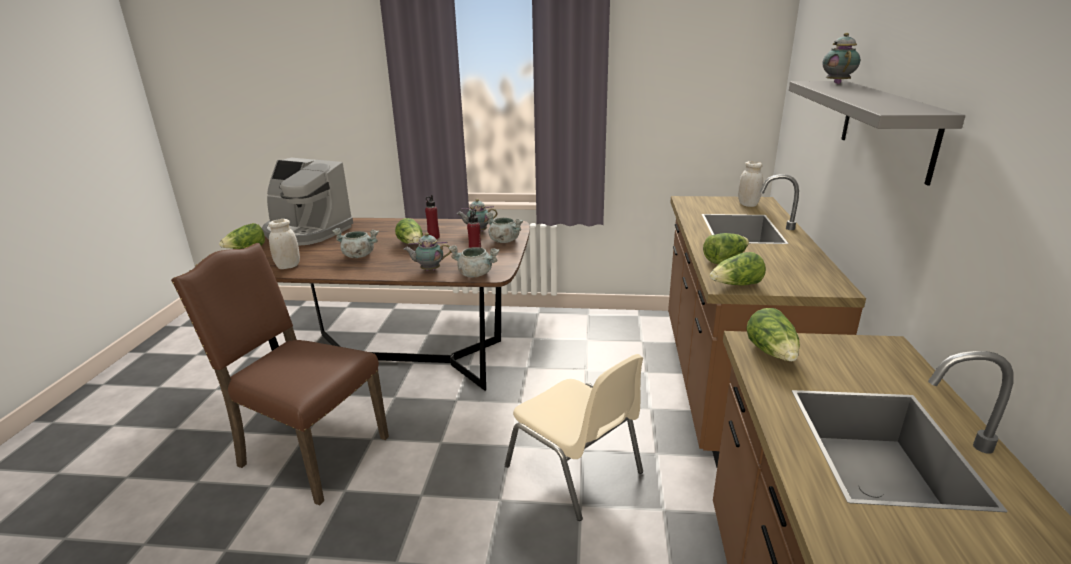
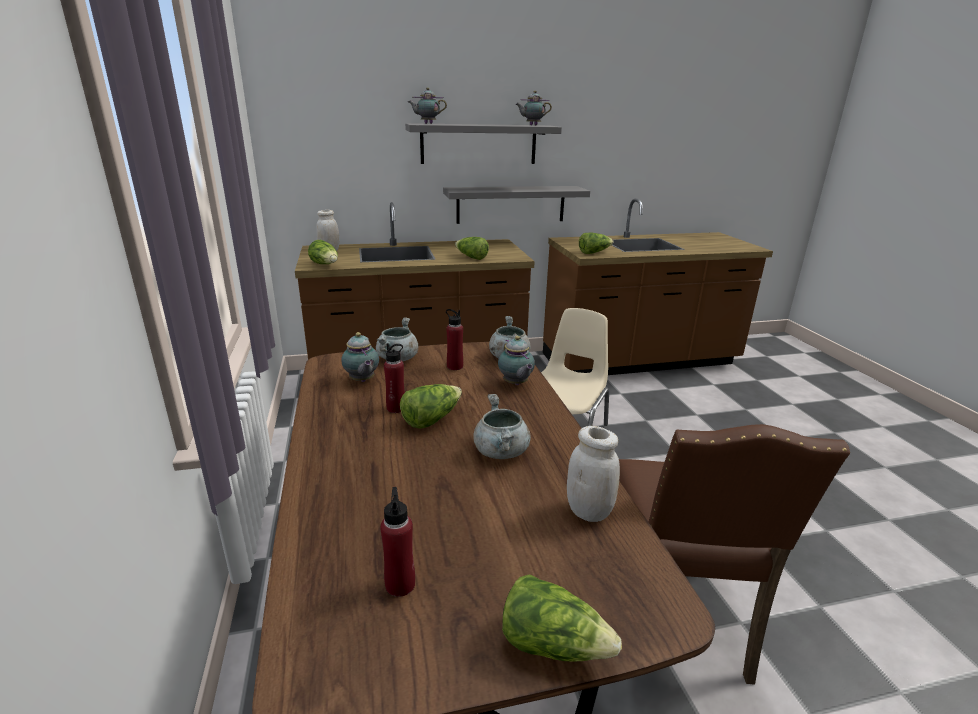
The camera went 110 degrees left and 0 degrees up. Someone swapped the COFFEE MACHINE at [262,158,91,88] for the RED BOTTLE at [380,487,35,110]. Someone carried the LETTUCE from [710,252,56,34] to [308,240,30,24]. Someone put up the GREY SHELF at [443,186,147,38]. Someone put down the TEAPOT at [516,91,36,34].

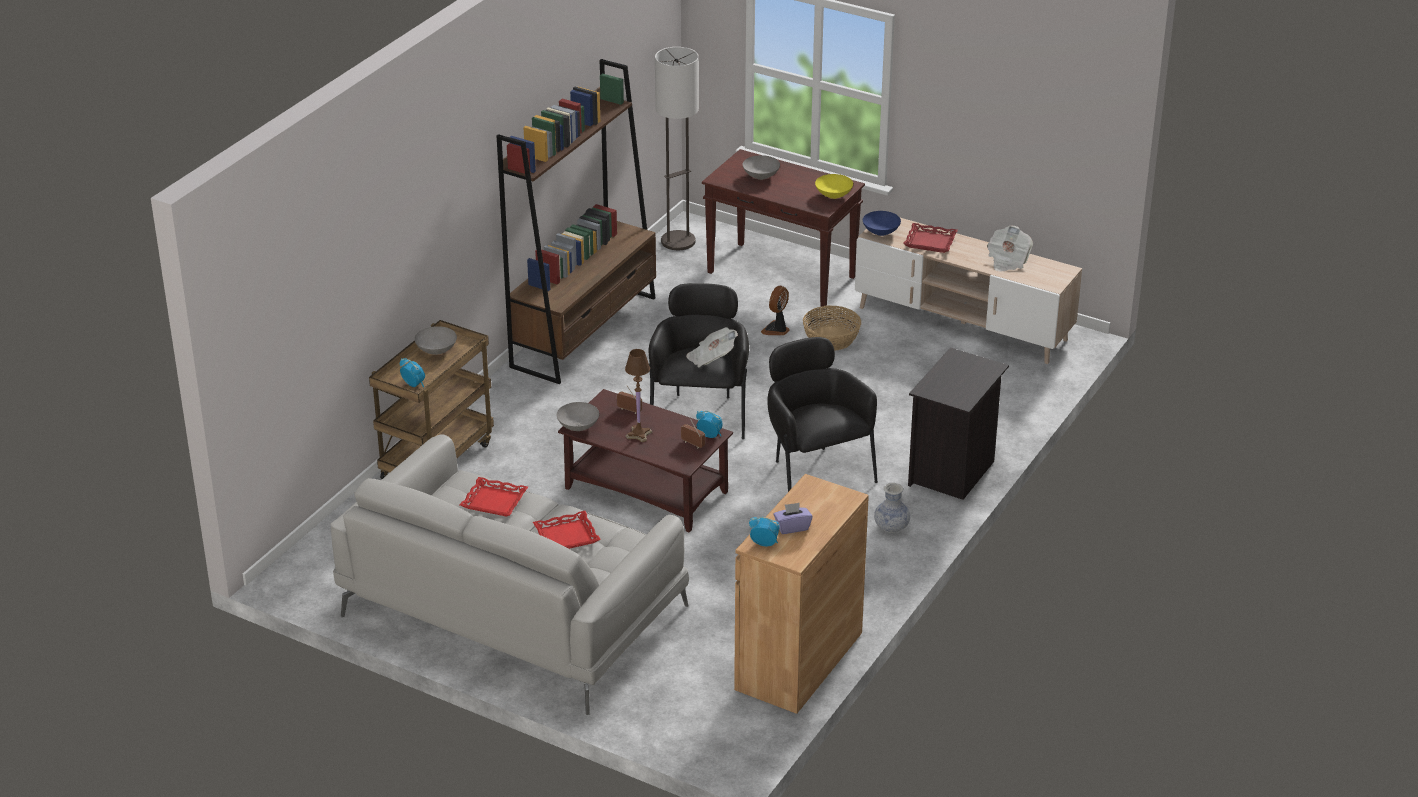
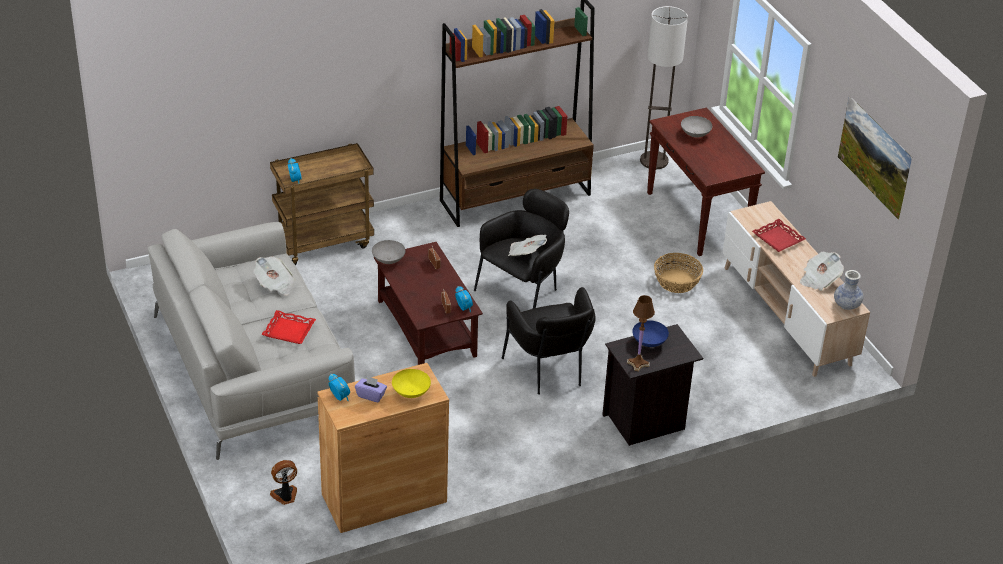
The camera went 35 degrees right and 5 degrees up. Someone took away the GREY BOWL at [415,326,42,29]. Someone swapped the RED TRAY at [460,477,68,40] for the NEWSPAPER at [253,257,43,39]. Someone carried the BROWN TABLE LAMP from [625,349,27,93] to [627,295,28,76]. Someone carried the FAN from [761,286,29,49] to [270,460,27,45]. Someone rotated the BLACK ARMCHAIR at [767,337,111,155] by 150 degrees clockwise. Someone carried the YELLOW BOWL from [815,174,38,25] to [392,369,39,29]. Someone carried the BLUE BOWL from [863,211,38,25] to [632,320,37,27]. Someone carried the VASE from [874,483,36,50] to [834,270,29,40]. Someone put up the PICTURE at [838,96,74,124].

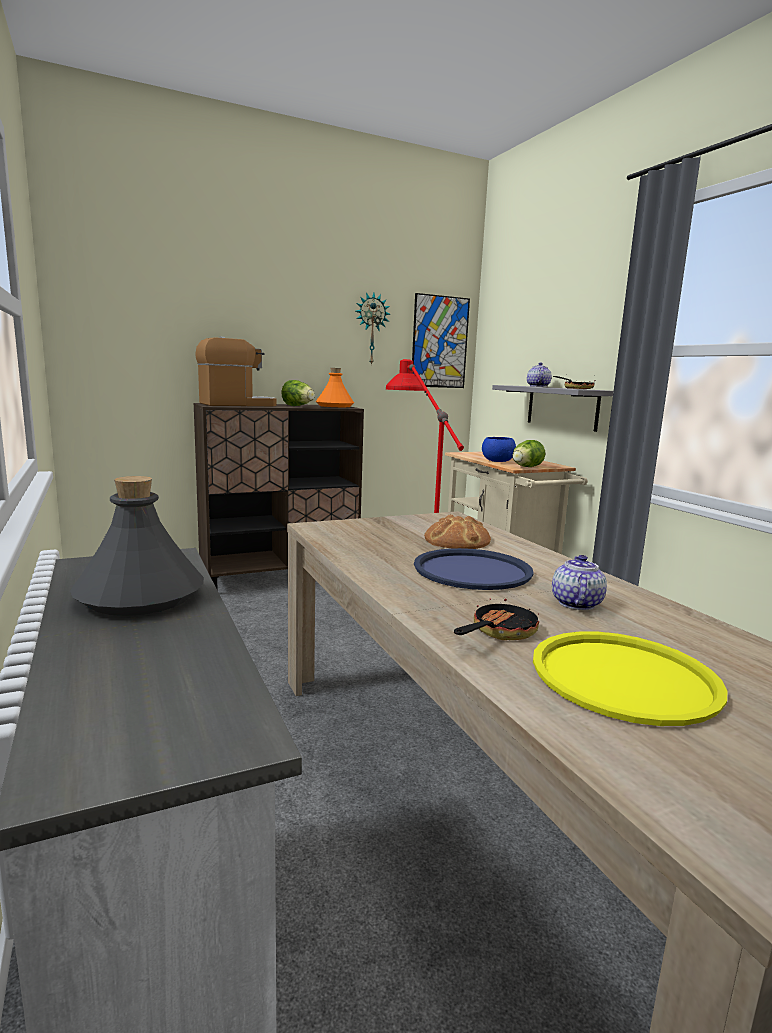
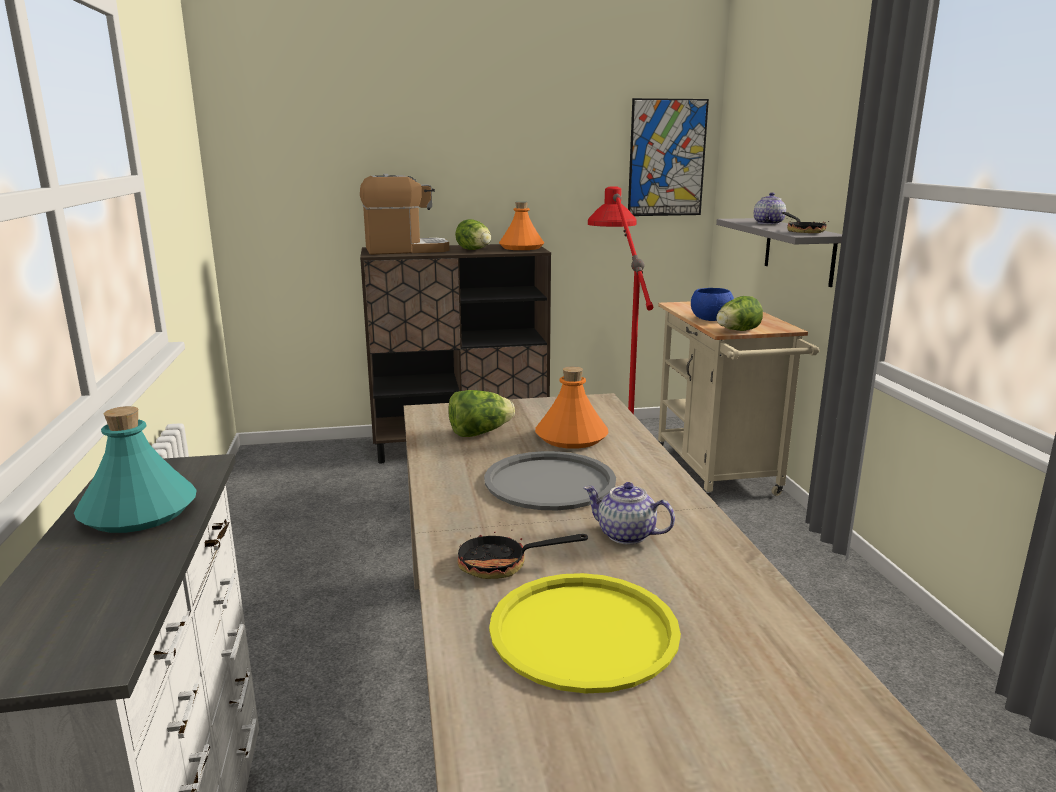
The camera went 15 degrees right and 5 degrees up. Someone repainted the GREY BOTTLE at [70,476,134,140], which became the TURQUOISE BOTTLE at [74,406,123,127]. Someone took away the WALL CLOCK at [356,292,34,73]. Someone repainted the BLUE TRAY at [414,548,120,42], which became the GREY TRAY at [484,451,132,59]. Someone swapped the BREAD at [424,514,67,35] for the ORANGE BOTTLE at [535,366,74,83]. Someone rotated the FRYING PAN at [454,599,85,41] by 150 degrees counterclockwise. Someone rotated the TEAPOT at [552,555,55,55] by 90 degrees counterclockwise. Someone put down the LETTUCE at [448,390,67,47].

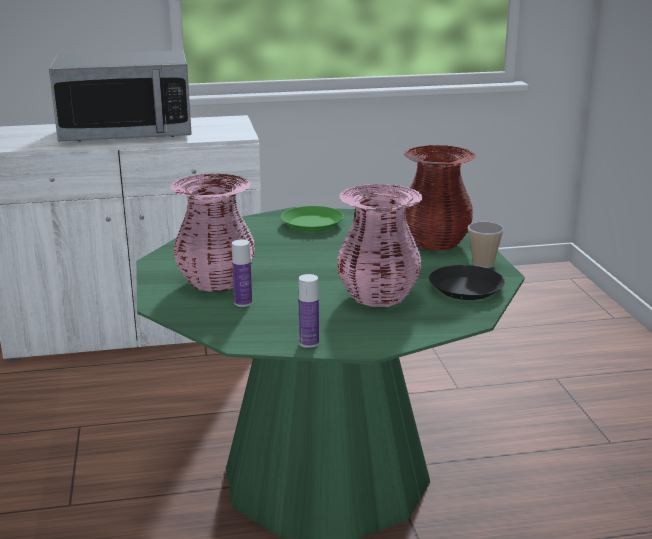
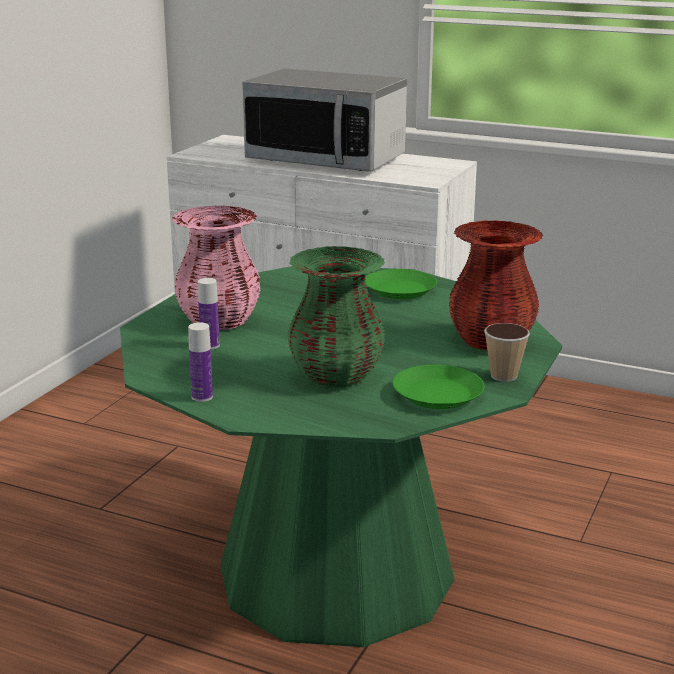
The camera went 35 degrees right and 0 degrees up. Someone repainted the PINK VASE at [337,184,86,123], which became the GREEN VASE at [288,246,97,141]. Someone repainted the BLACK PLATE at [429,265,76,35], which became the GREEN PLATE at [393,365,92,44].

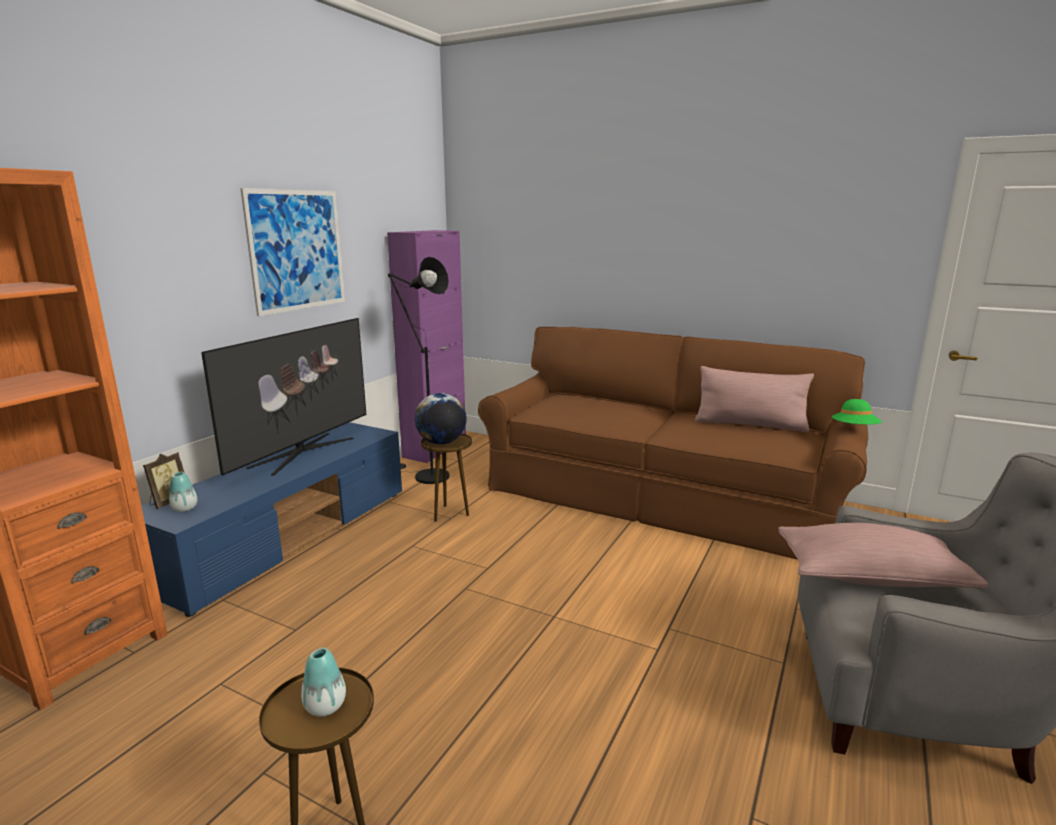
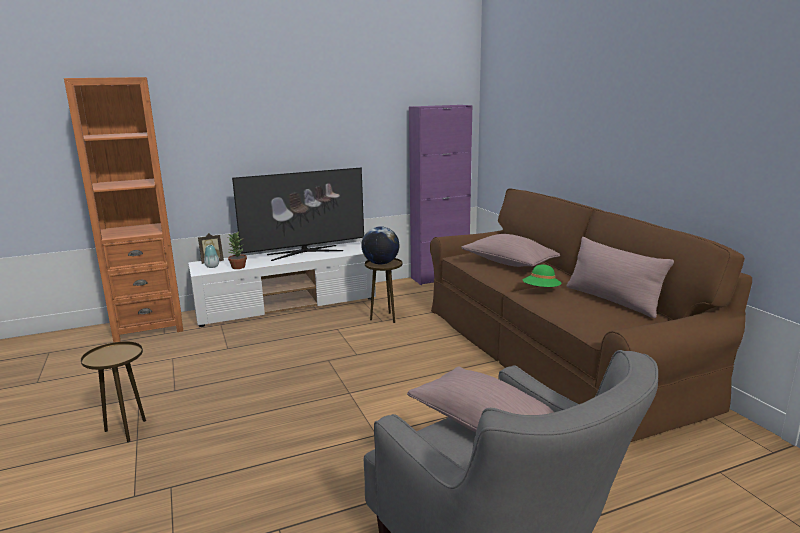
The camera went 40 degrees right and 0 degrees up. Someone repainted the BLUE TV STAND at [141,422,261,195], which became the WHITE TV STAND at [188,242,188,85]. Someone took away the PICTURE at [240,188,105,128]. Someone took away the VASE at [301,647,45,70]. Someone took away the BLACK FLOOR LAMP at [388,257,62,227]. Someone carried the GREEN HAT from [832,399,50,25] to [523,265,39,22]. Someone put down the POTTED PLANT at [227,232,20,37]. Someone put down the PINK PILLOW at [461,234,99,33].

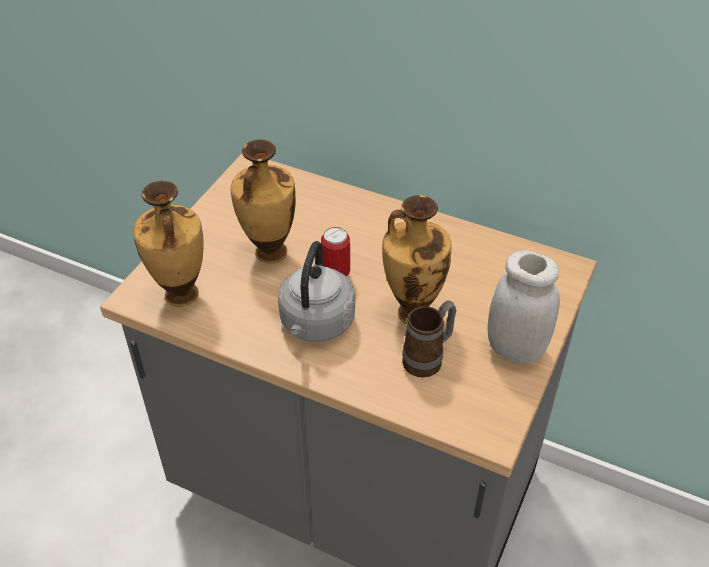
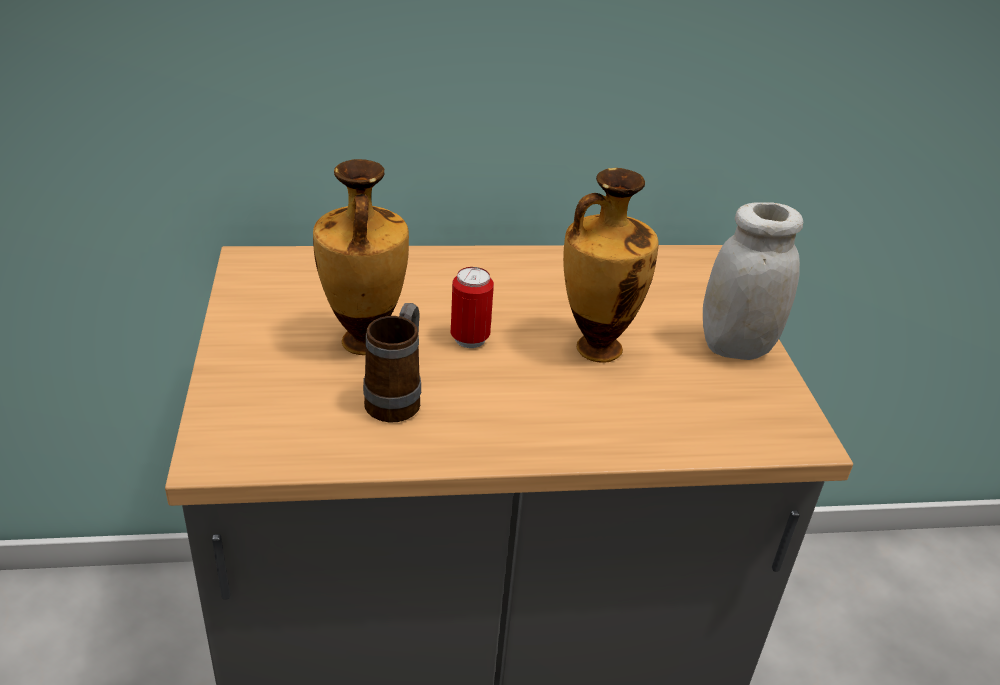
The camera went 35 degrees left and 10 degrees down. Someone took away the VASE at [133,181,71,125]. Someone took away the GREY KETTLE at [278,241,77,101]. Someone carried the MUG from [402,301,54,76] to [363,303,58,120].

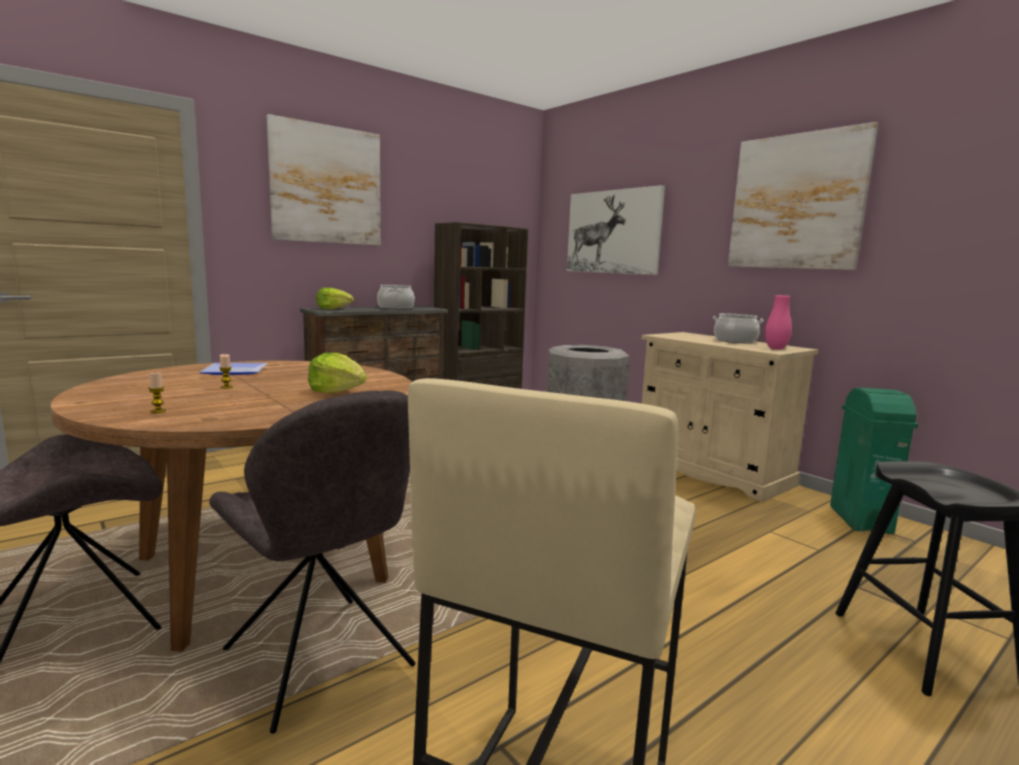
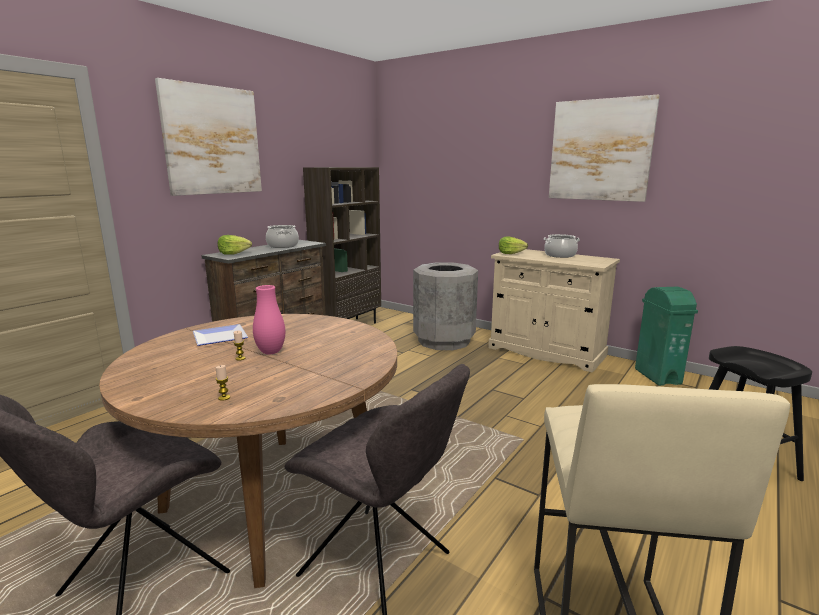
The camera went 15 degrees left and 5 degrees up. Someone carried the LETTUCE from [308,353,59,41] to [499,237,29,17]. Someone took away the PICTURE at [567,185,98,90]. Someone carried the PINK VASE from [765,295,27,54] to [253,285,32,70].

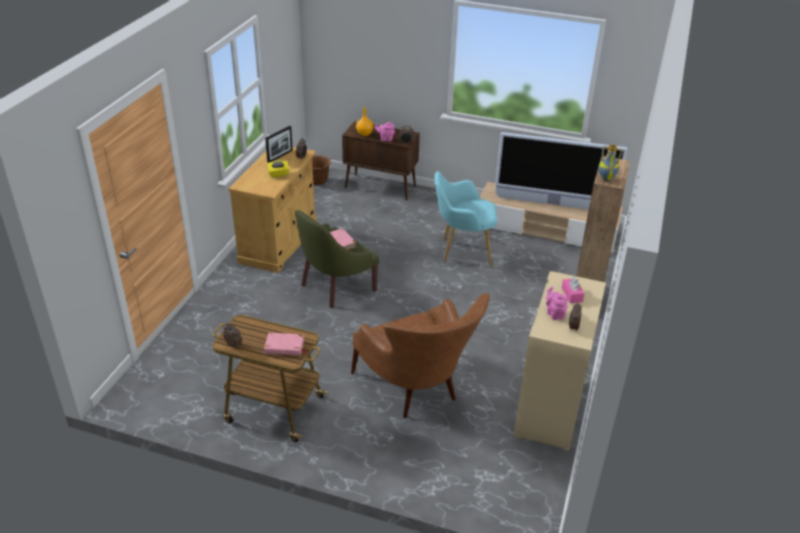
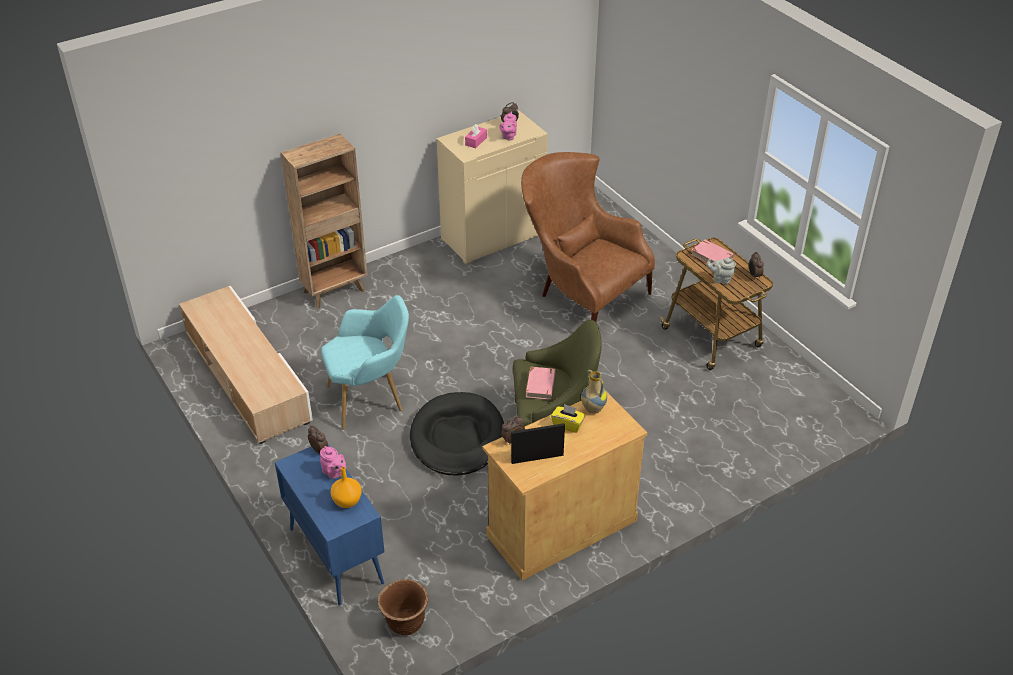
The camera went 140 degrees left and 5 degrees up. Someone repainted the BROWN CABINET at [342,121,78,79], which became the BLUE CABINET at [275,444,109,162]. Someone rotated the BROWN ARMCHAIR at [351,293,139,125] by 60 degrees counterclockwise. Someone rotated the TURQUOISE ARMCHAIR at [435,171,62,95] by 60 degrees counterclockwise. Someone took away the TELEVISION at [495,132,133,78]. Someone carried the VASE from [598,145,24,37] to [581,370,26,44]. Someone put down the BLACK DOG BED at [410,392,94,84]. Someone put down the GREY TEAPOT at [706,258,30,26].

